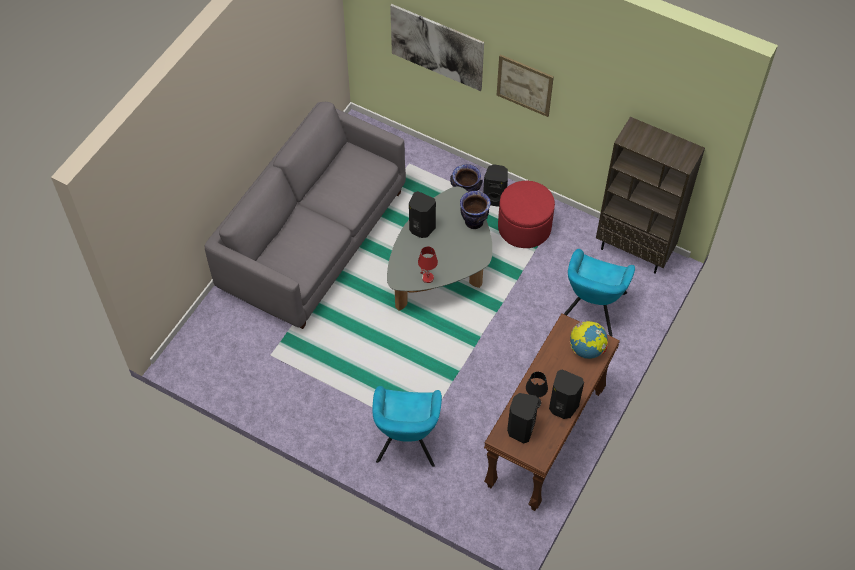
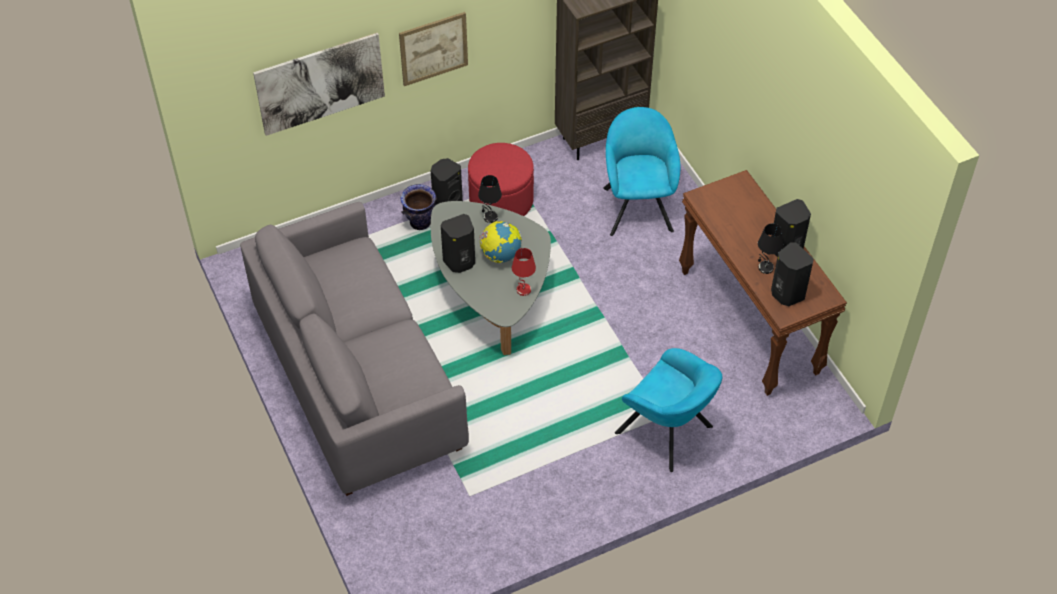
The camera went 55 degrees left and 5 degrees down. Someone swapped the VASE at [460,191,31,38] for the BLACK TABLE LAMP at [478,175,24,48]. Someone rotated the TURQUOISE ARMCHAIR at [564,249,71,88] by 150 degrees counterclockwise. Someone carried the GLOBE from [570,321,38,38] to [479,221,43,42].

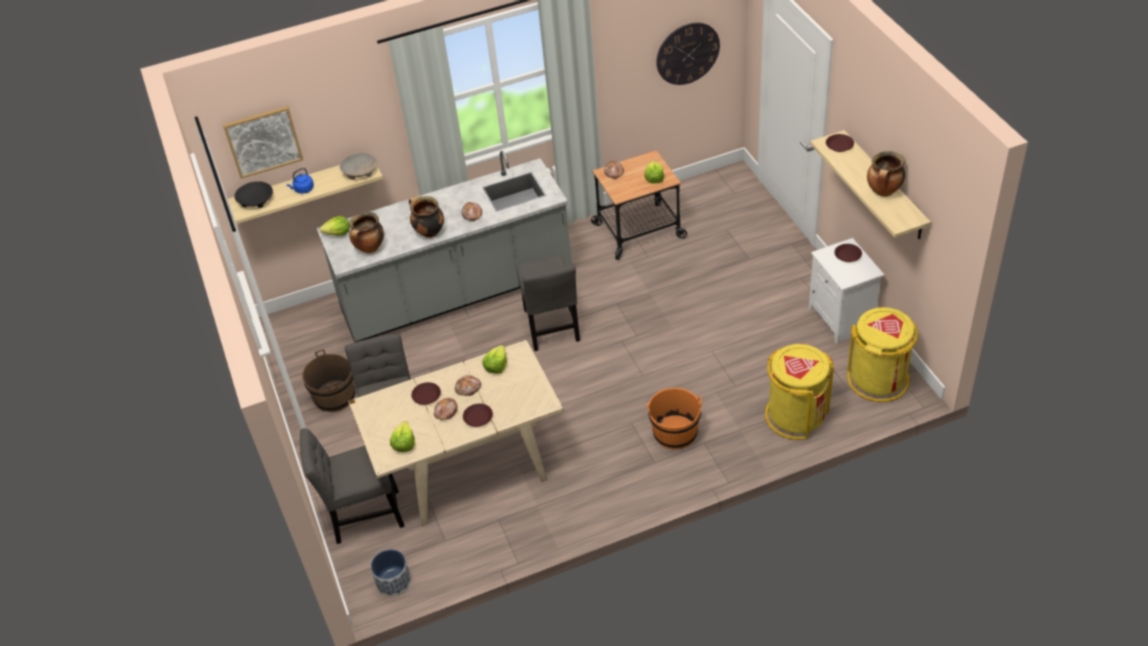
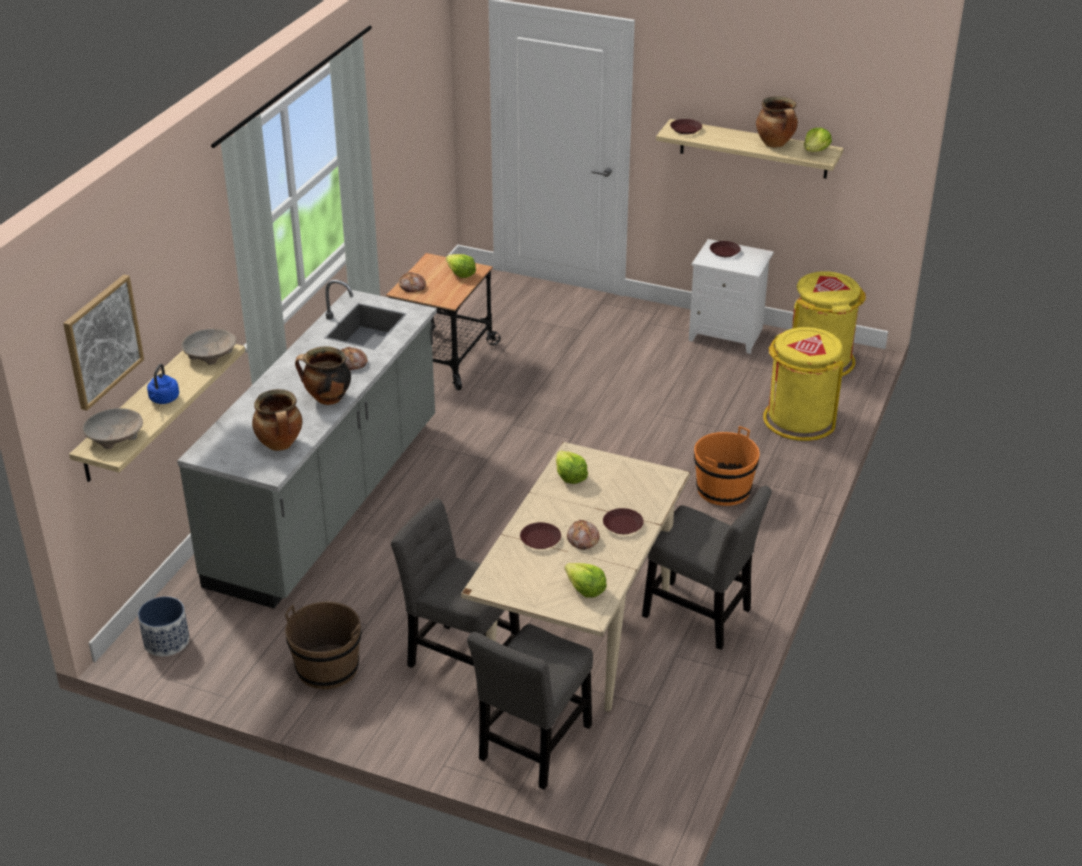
The camera went 50 degrees left and 10 degrees down. Someone repainted the BLACK BOWL at [235,181,38,27], which became the BEIGE BOWL at [83,408,60,41]. Someone carried the LETTUCE from [319,216,31,20] to [804,128,28,24]. Someone carried the PLANTER from [371,549,40,47] to [138,596,51,60]. Someone took away the BREAD at [455,375,26,21]. Someone carried the GREY CHAIR from [516,255,64,96] to [642,486,130,164]. Someone took away the WALL CLOCK at [656,22,64,63].

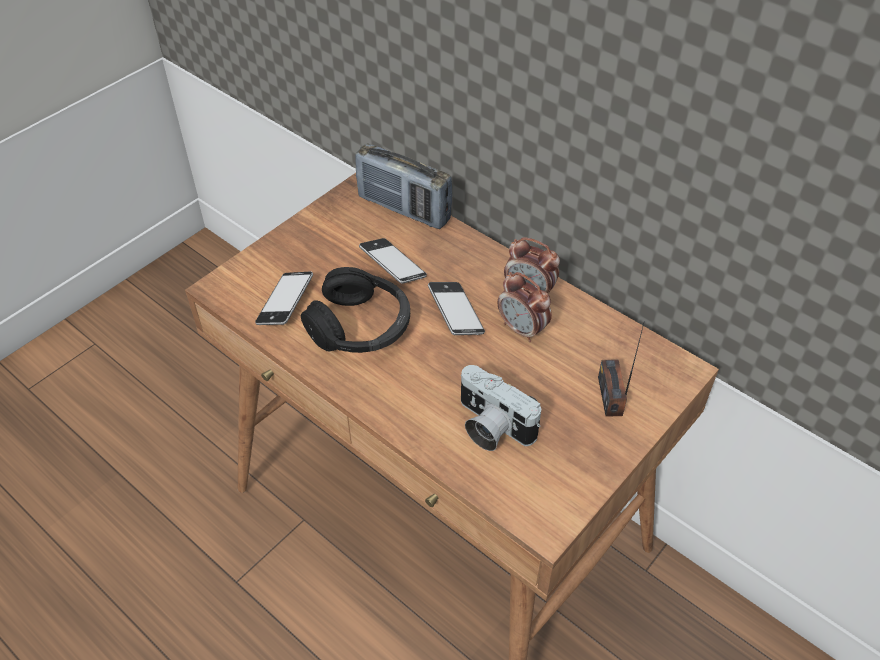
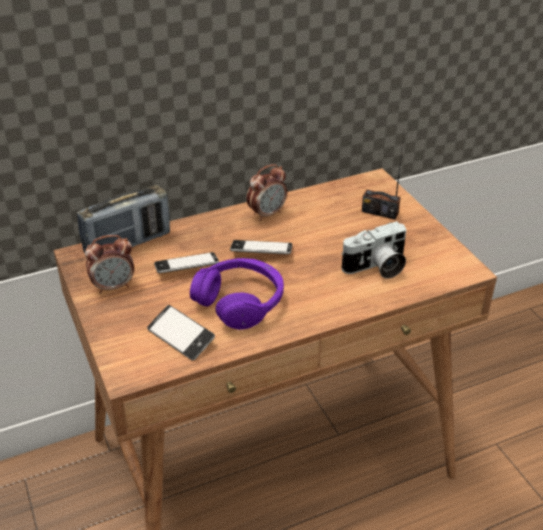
The camera went 65 degrees left and 10 degrees down. Someone repainted the BLACK HEADPHONES at [301,267,109,86], which became the PURPLE HEADPHONES at [190,258,94,72]. Someone carried the ALARM CLOCK from [498,272,54,70] to [85,235,49,59].

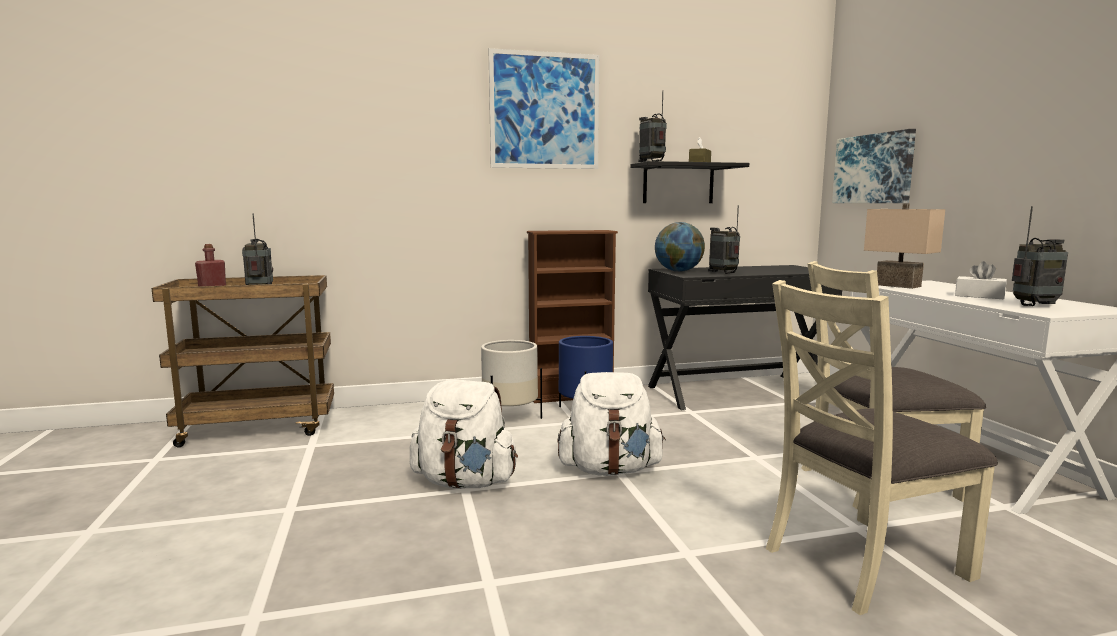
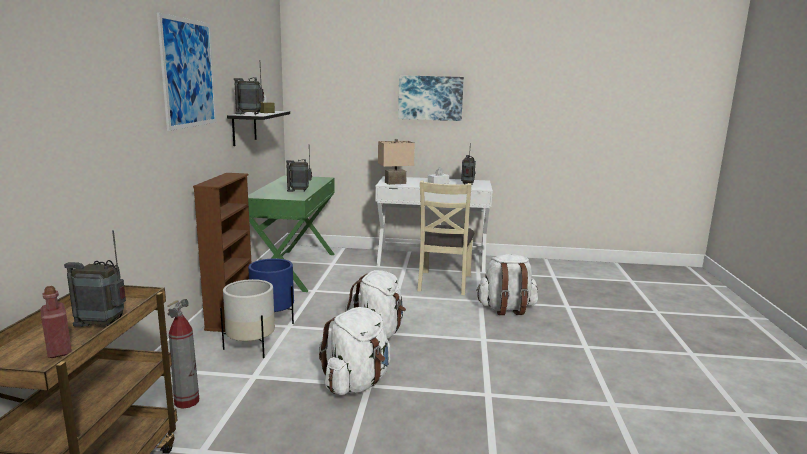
The camera went 70 degrees left and 5 degrees up. Someone repainted the BLACK DESK at [648,265,194,145], which became the GREEN DESK at [248,175,87,117]. Someone took away the GLOBE at [655,222,50,50]. Someone swapped the BEIGE CHAIR at [766,280,232,335] for the WHITE BACKPACK at [476,254,62,61]. Someone carried the PICTURE from [832,129,84,74] to [398,75,66,46]. Someone put down the FIRE EXTINGUISHER at [167,299,32,109].

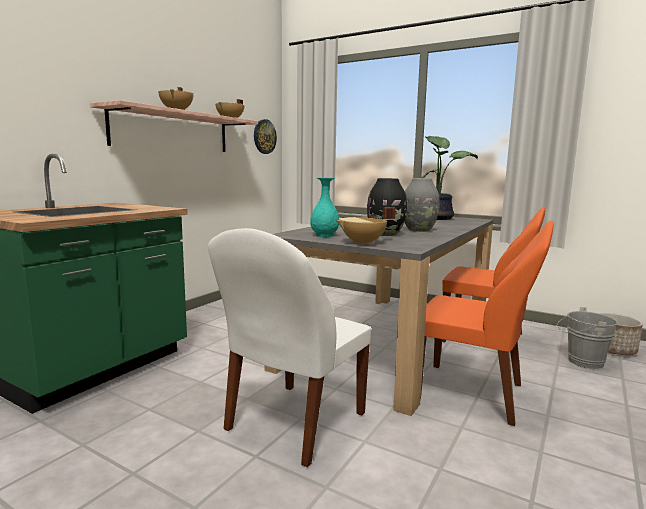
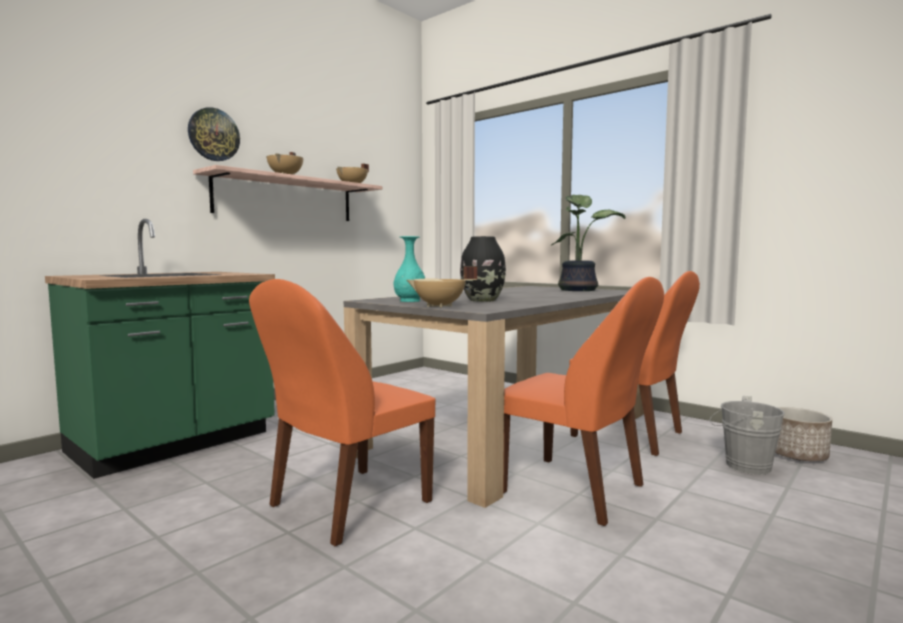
The camera went 10 degrees right and 5 degrees down. Someone repainted the WHITE CHAIR at [208,228,163,239], which became the ORANGE CHAIR at [249,279,186,267]. Someone carried the WALL CLOCK from [254,119,23,35] to [188,107,52,54]. Someone took away the GREY VASE at [404,178,36,54].

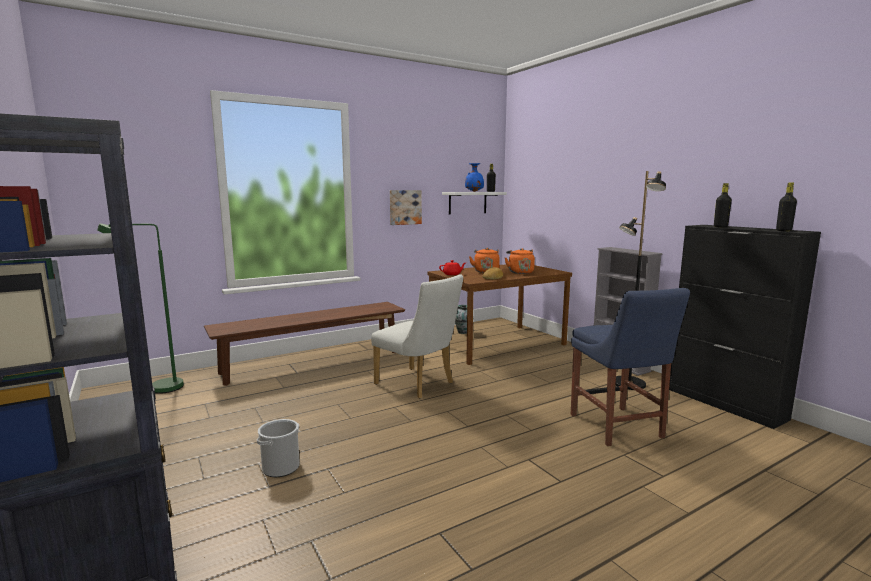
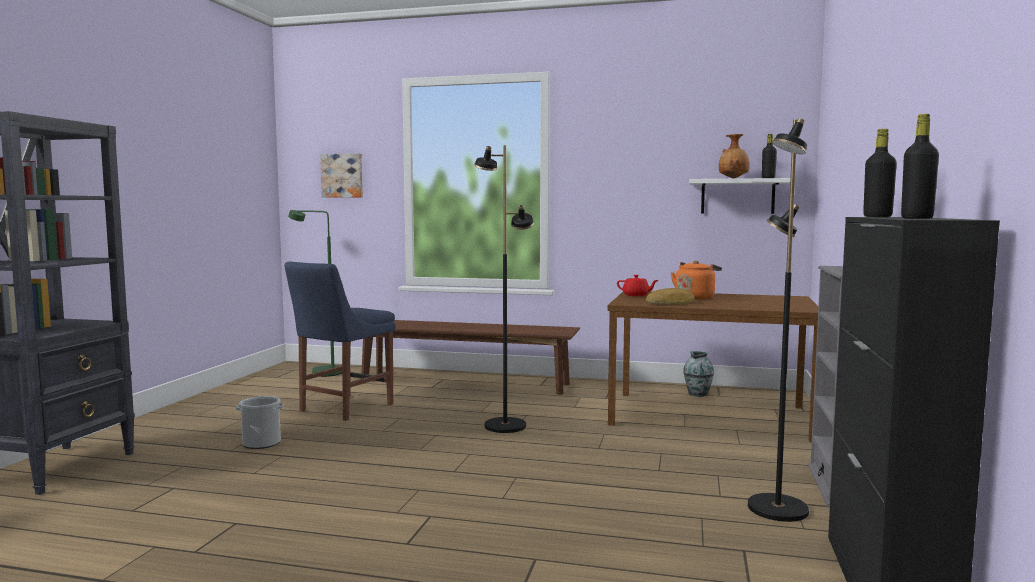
The camera went 45 degrees right and 5 degrees down. Someone swapped the WHITE CHAIR at [371,274,92,125] for the BLACK FLOOR LAMP at [474,145,60,288]. Someone carried the PICTURE from [390,190,32,35] to [320,154,43,44]. Someone repainted the BLUE VASE at [465,163,19,29], which became the BROWN VASE at [719,134,31,45]. Someone took away the ORANGE KETTLE at [505,248,30,26]. Someone carried the BLUE CHAIR from [571,288,119,158] to [284,262,112,159].

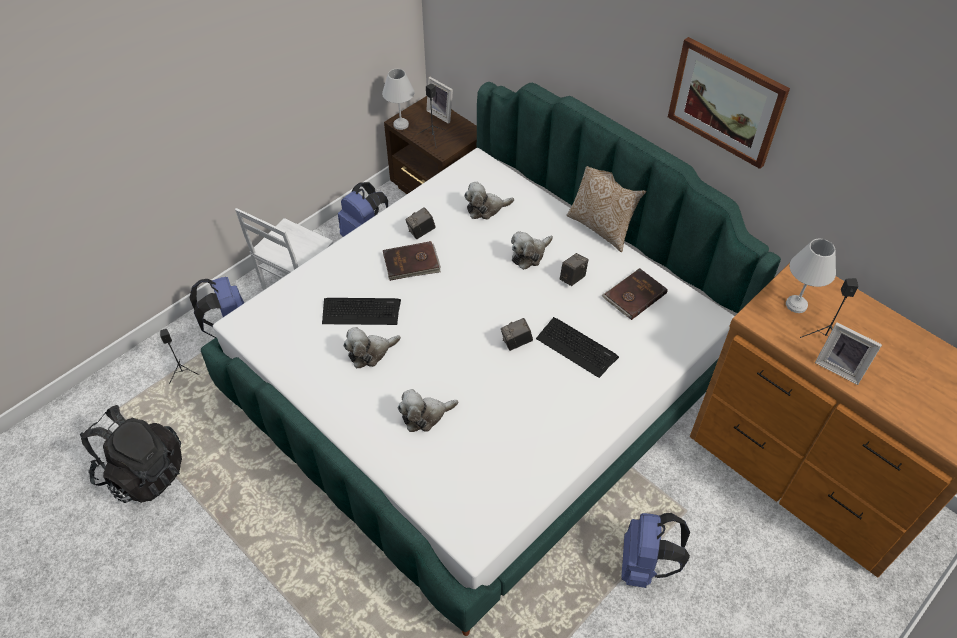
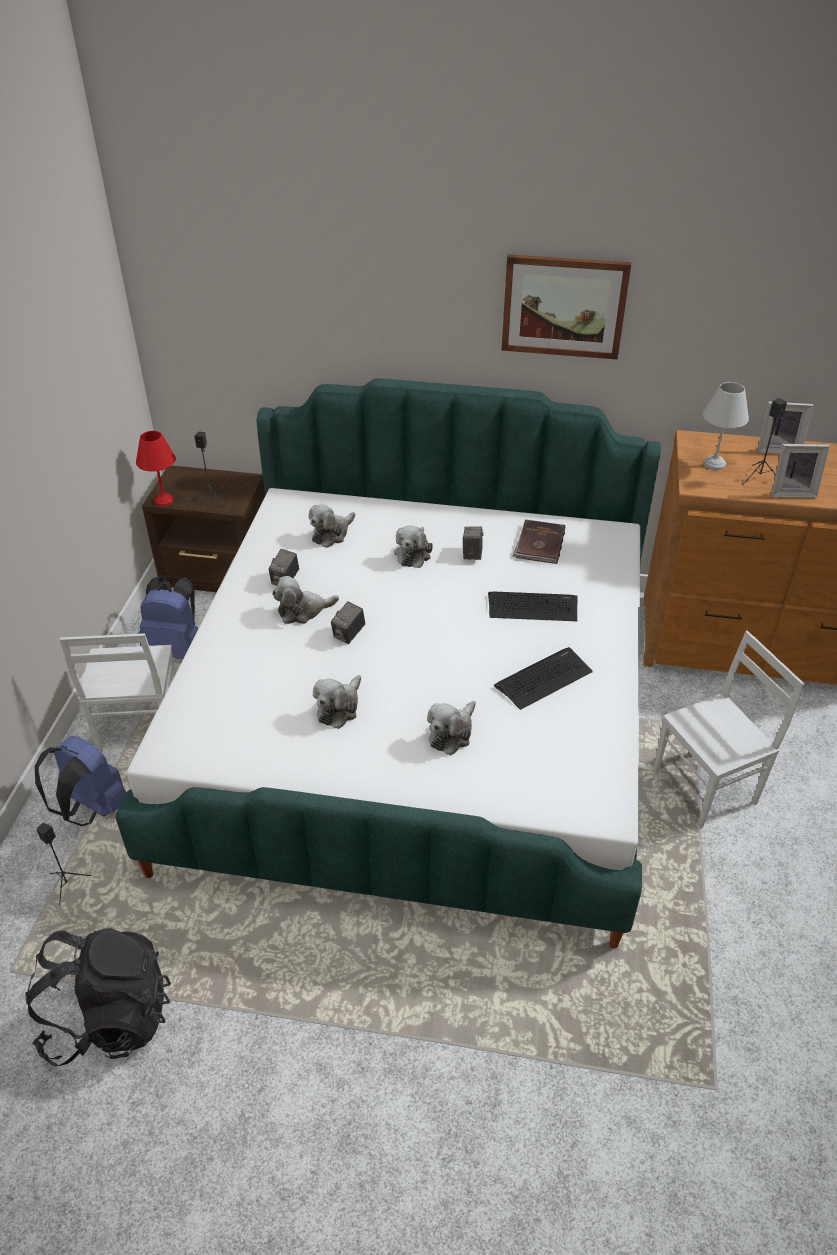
The camera went 35 degrees left and 10 degrees down. Someone carried the KEYBOARD from [322,298,79,27] to [494,647,99,63]. Someone repainted the WHITE TABLE LAMP at [382,69,32,61], which became the RED TABLE LAMP at [136,431,40,75]. Someone swapped the BROWN BOOK at [383,241,58,40] for the PLUSH TOY at [272,576,67,48]. Someone carried the PICTURE FRAME from [426,77,27,47] to [757,402,56,52]. Someone carried the PHOTO CAMERA from [501,318,32,33] to [331,601,34,43]. Someone took away the PILLOW at [567,166,80,86]. Someone swapped the BLUE BACKPACK at [621,513,69,75] for the WHITE CHAIR at [653,631,152,197].

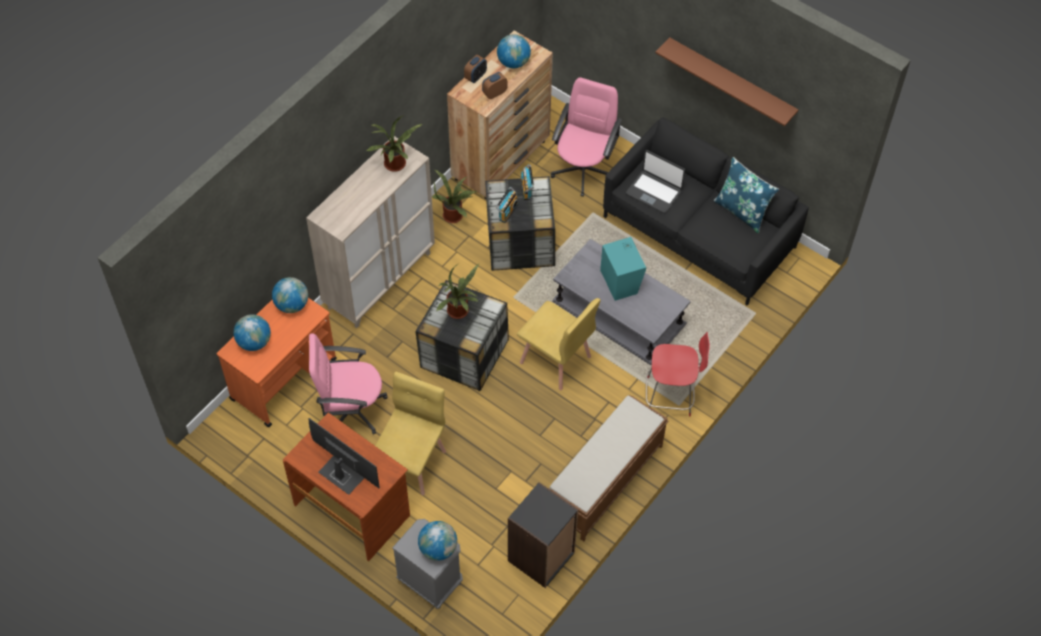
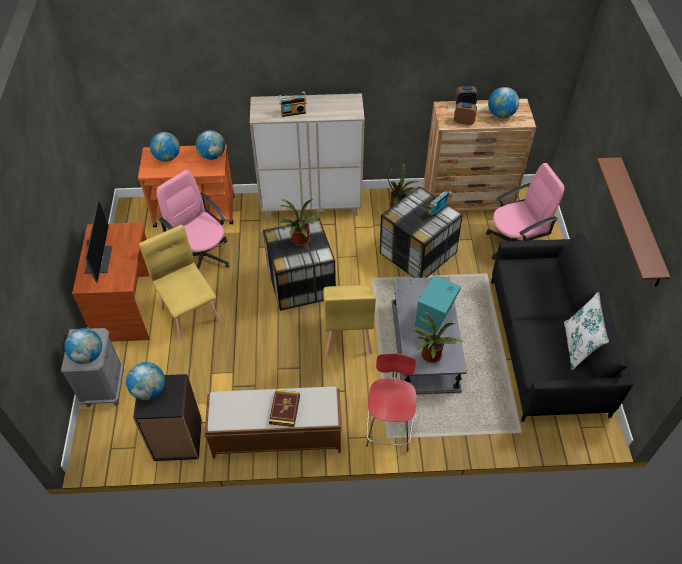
The camera went 50 degrees right and 5 degrees down. Someone carried the POTTED PLANT from [366,115,56,57] to [410,311,53,52]. Someone rotated the YELLOW CHAIR at [375,371,71,124] by 105 degrees counterclockwise. Someone carried the RADIO from [496,187,22,36] to [278,92,28,25]. Someone took away the LAPTOP at [626,150,59,63]. Someone rotated the RED CHAIR at [646,332,64,84] by 135 degrees counterclockwise. Someone repainted the BLUE PILLOW at [713,157,66,76], which became the WHITE PILLOW at [564,292,45,79]. Someone put down the GLOBE at [126,362,39,38]. Someone put down the BOOK at [269,390,31,37].

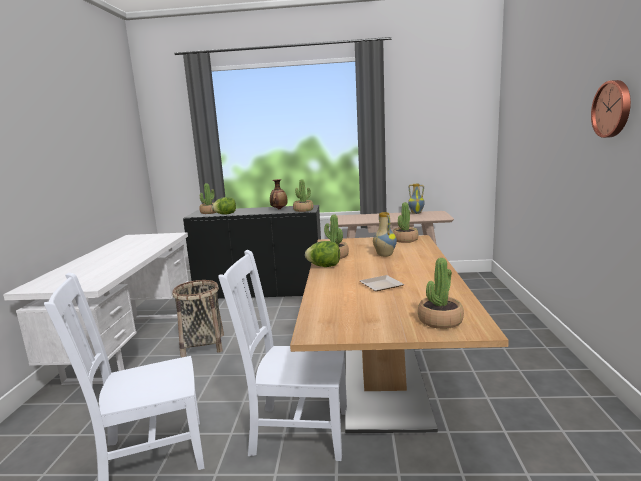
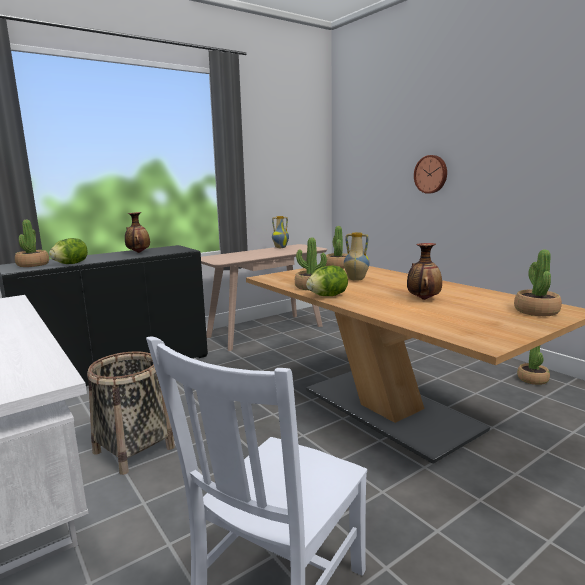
The camera went 40 degrees left and 0 degrees up. Someone took away the WHITE CHAIR at [218,250,129,211]. Someone carried the POTTED PLANT from [293,179,21,33] to [517,346,33,39]. Someone swapped the PLATE at [360,275,44,16] for the VASE at [407,243,35,57]. Someone carried the WALL CLOCK from [591,80,40,58] to [414,155,33,39].

